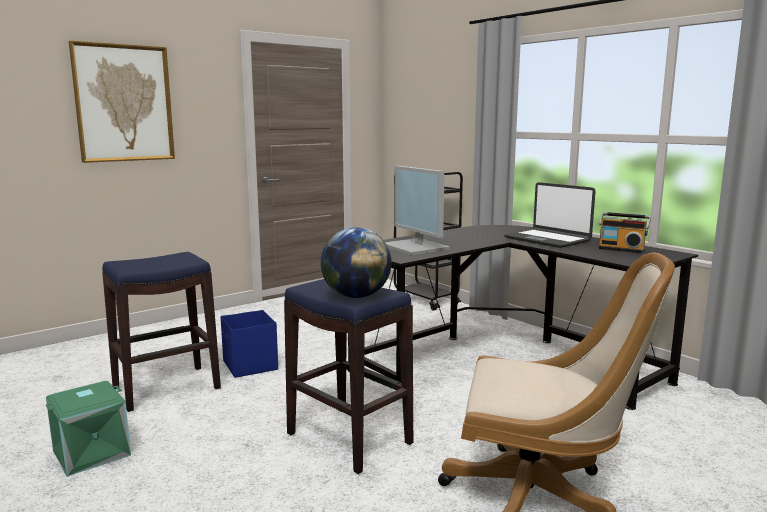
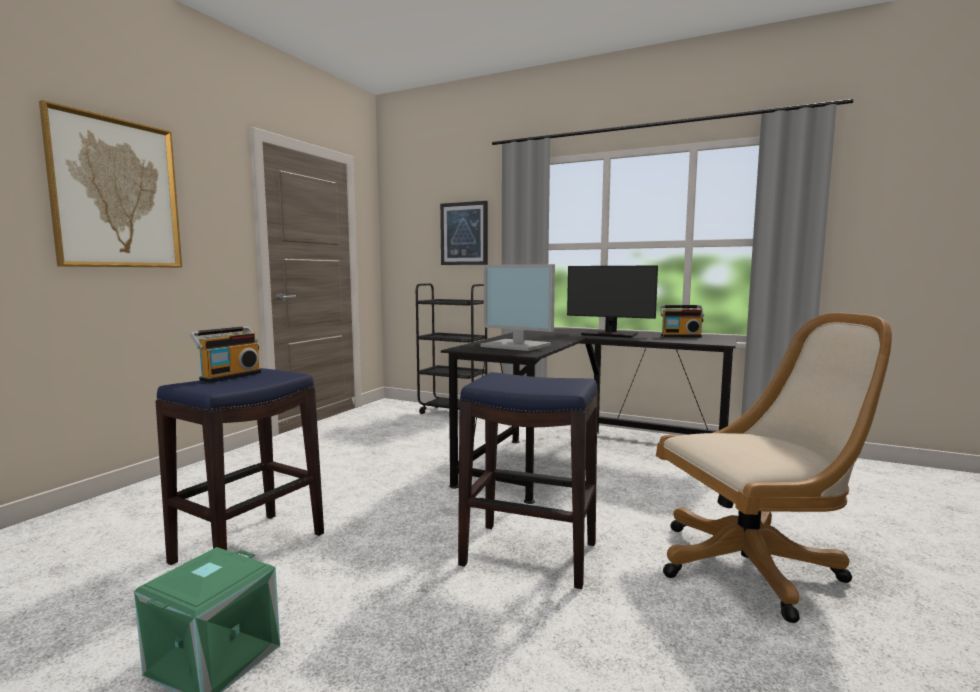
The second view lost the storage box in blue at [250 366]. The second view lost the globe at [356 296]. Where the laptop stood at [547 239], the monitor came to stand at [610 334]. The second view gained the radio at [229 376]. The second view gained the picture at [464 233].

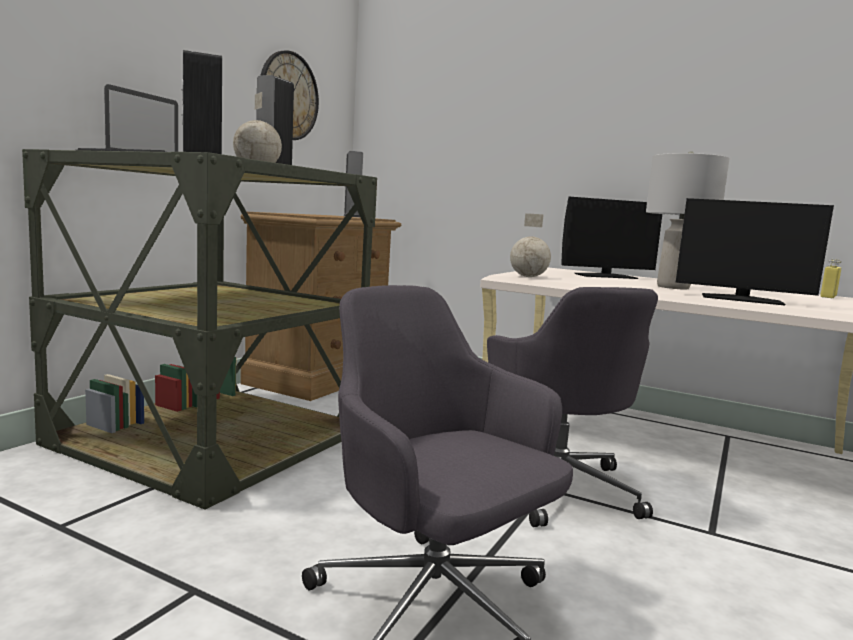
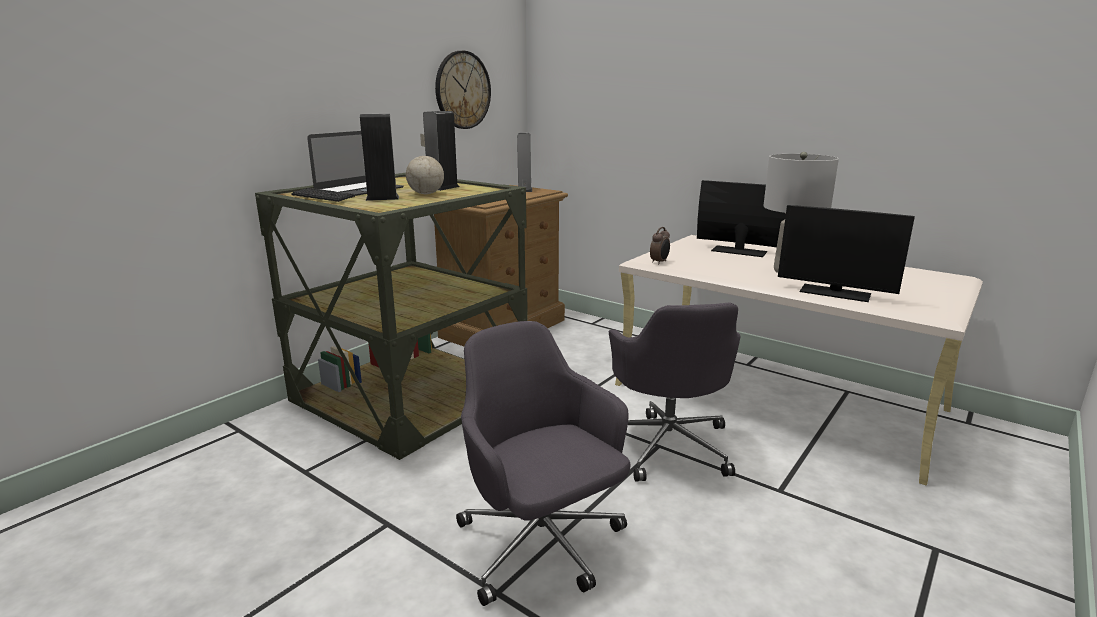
Where the globe stood at [528 277], the alarm clock came to stand at [659 262]. The monitor at [606 276] ended up facing another way, 150 degrees counterclockwise from before. The second view lost the bottle in yellow at [828 296].

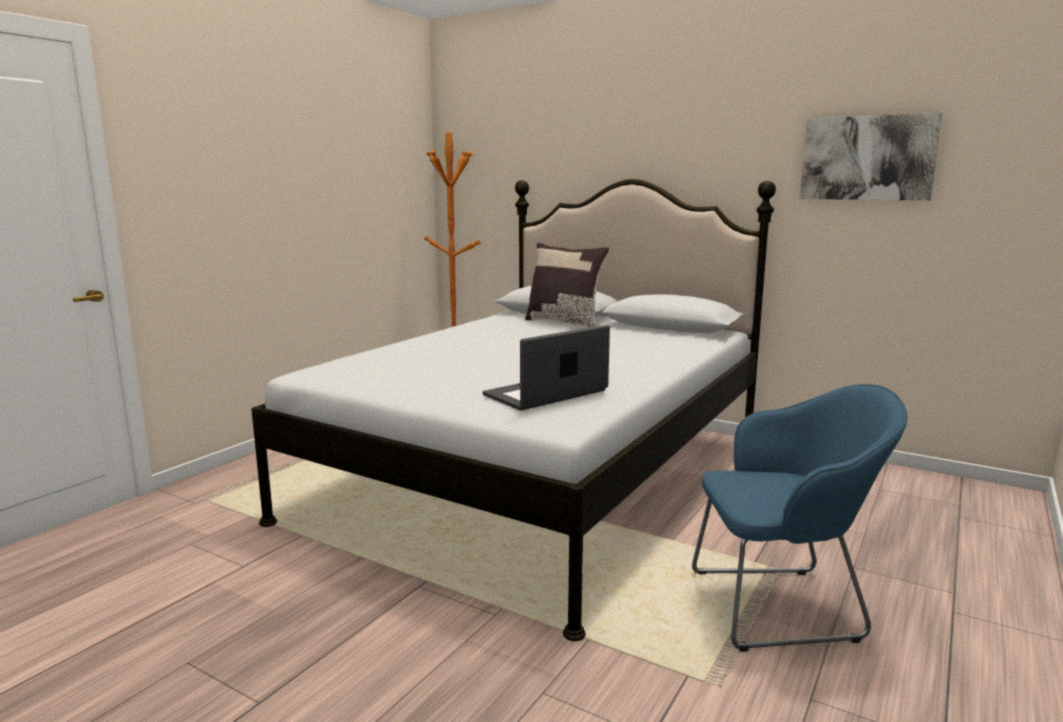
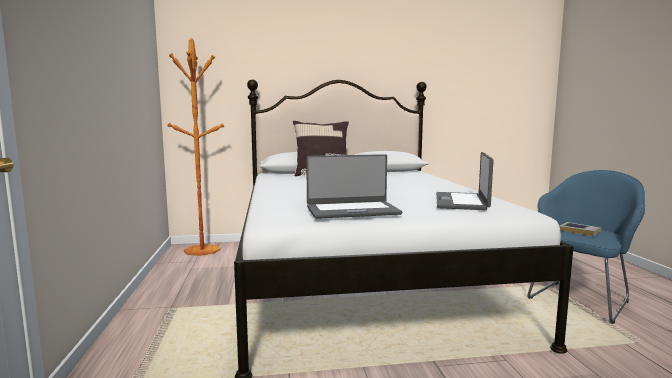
The second view lost the picture at [867 158]. The second view gained the laptop at [352 210]. The second view gained the book at [579 231].

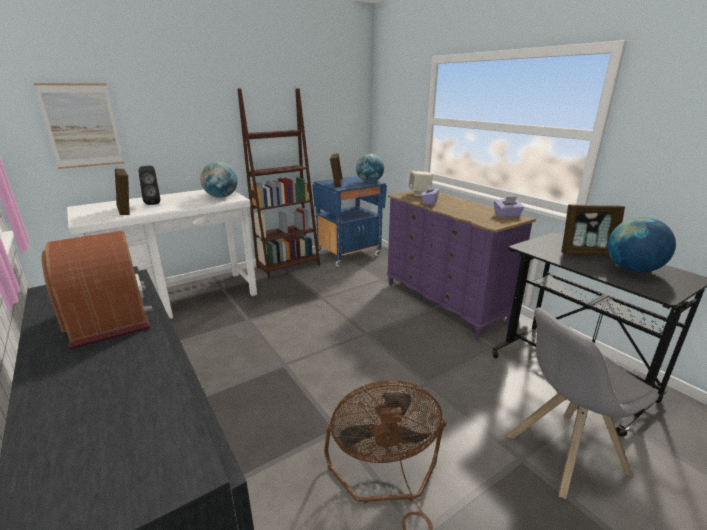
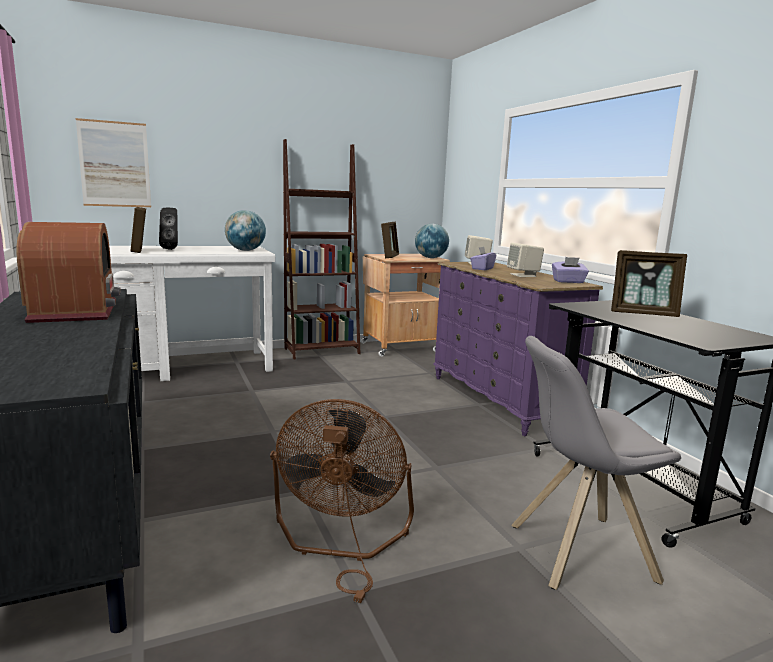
What was the cart in blue at [349 254] turned into the cart in brown at [401 347]. The second view lost the globe at [632 270]. The second view gained the speaker in beige at [523 275].

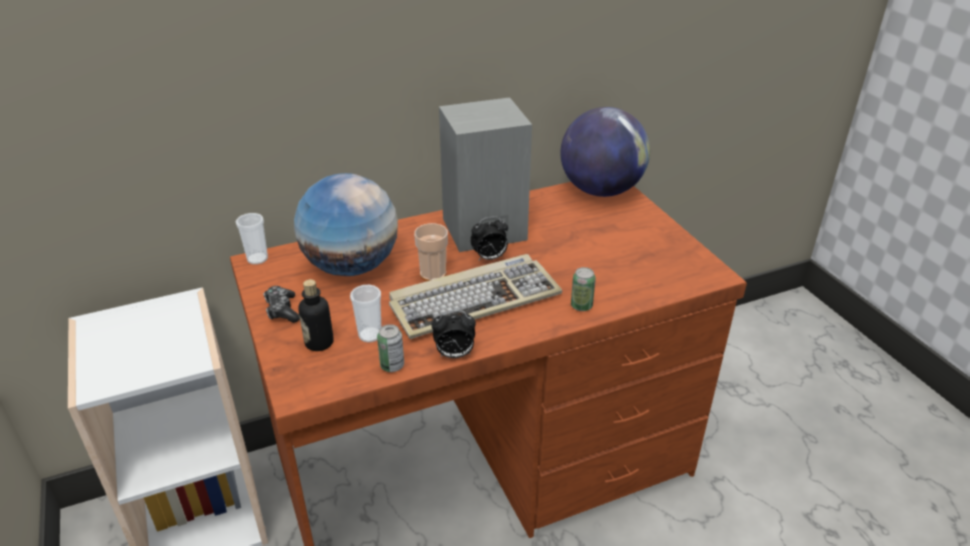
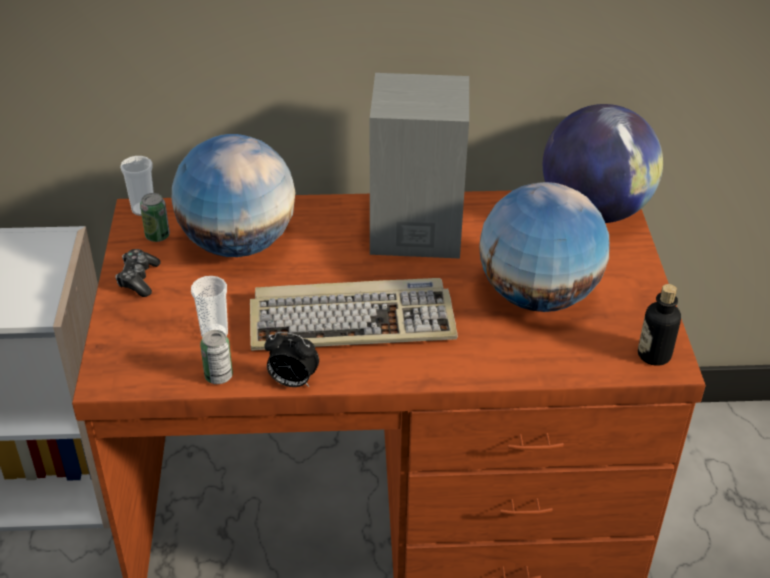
The bottle ended up elsewhere, having gone from [319 342] to [654 355]. The second view lost the cup at [433 274]. The second view lost the alarm clock at [489 258]. The can ended up elsewhere, having gone from [581 306] to [157 236]. The second view gained the globe at [537 295].

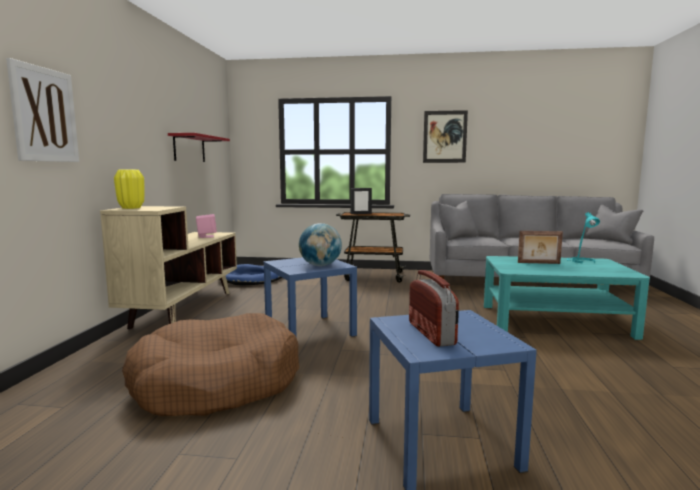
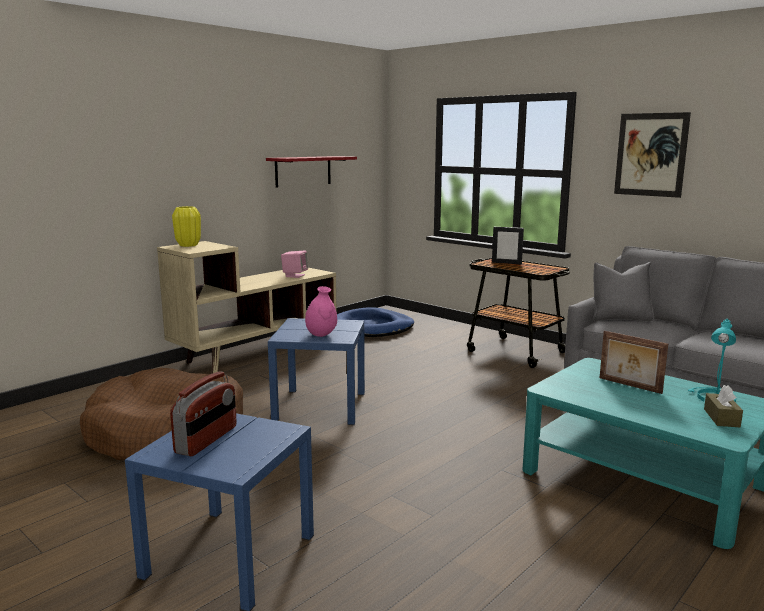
The second view lost the picture at [44 115]. Where the globe stood at [320 265], the vase in pink came to stand at [321 335]. The second view gained the tissue box in brown at [721 418].

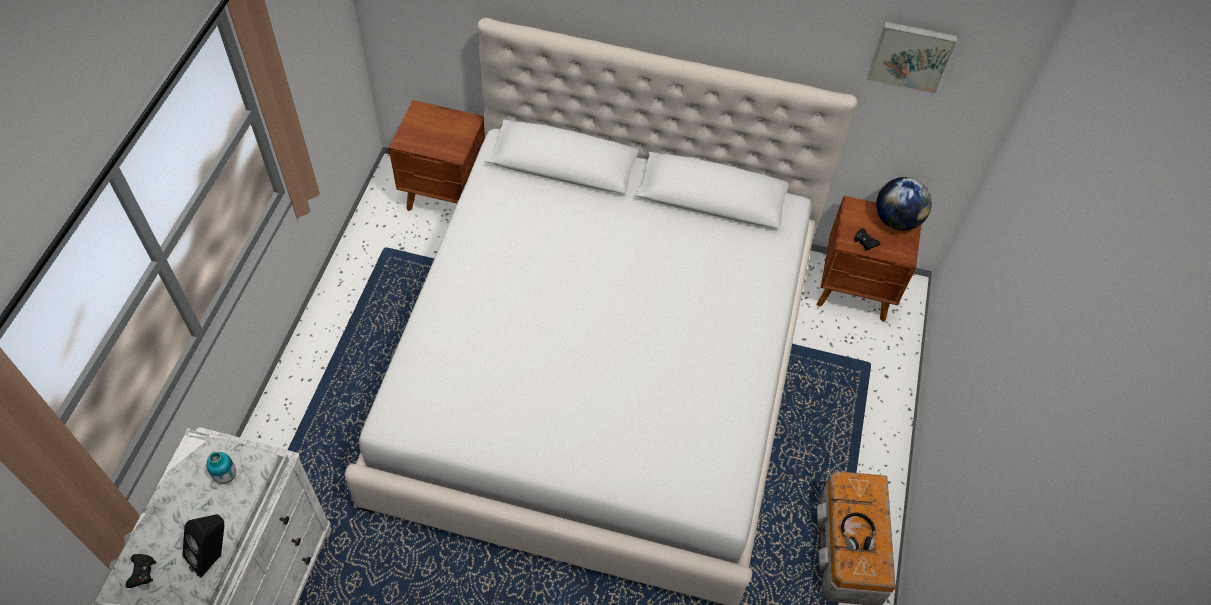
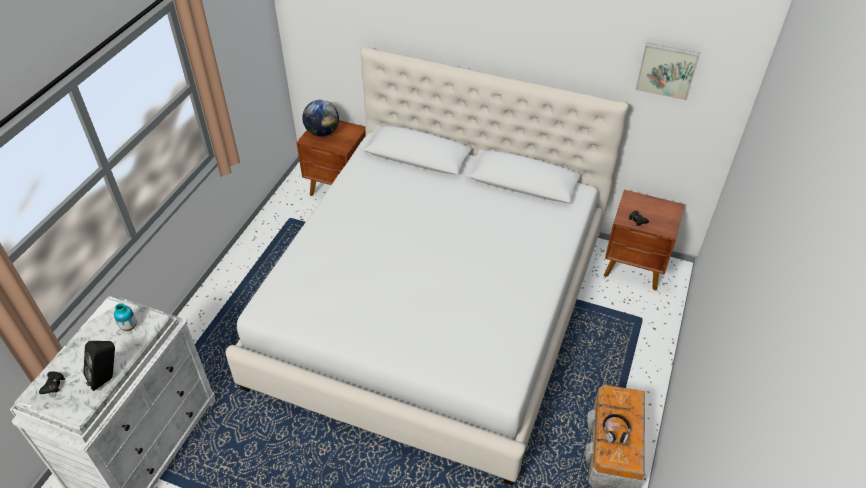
The globe ended up elsewhere, having gone from [896 220] to [322 132].

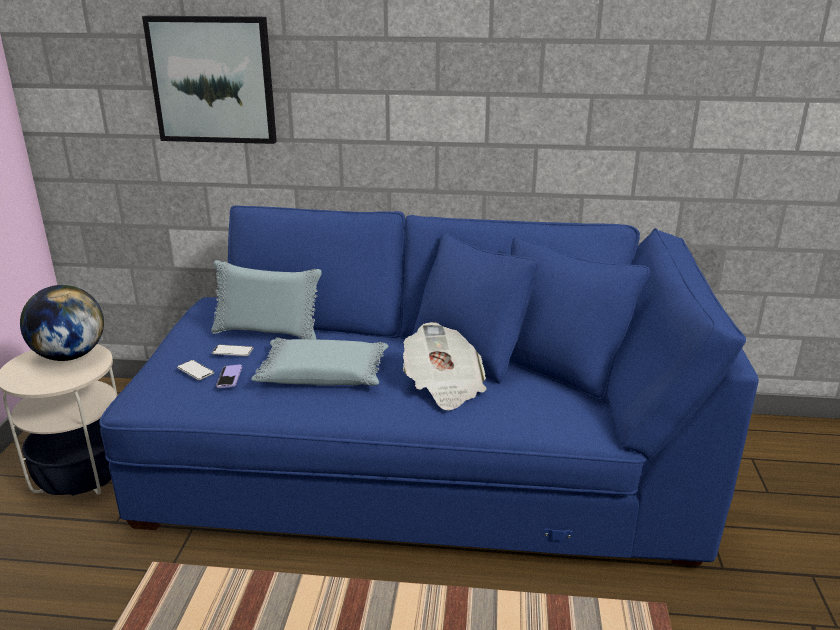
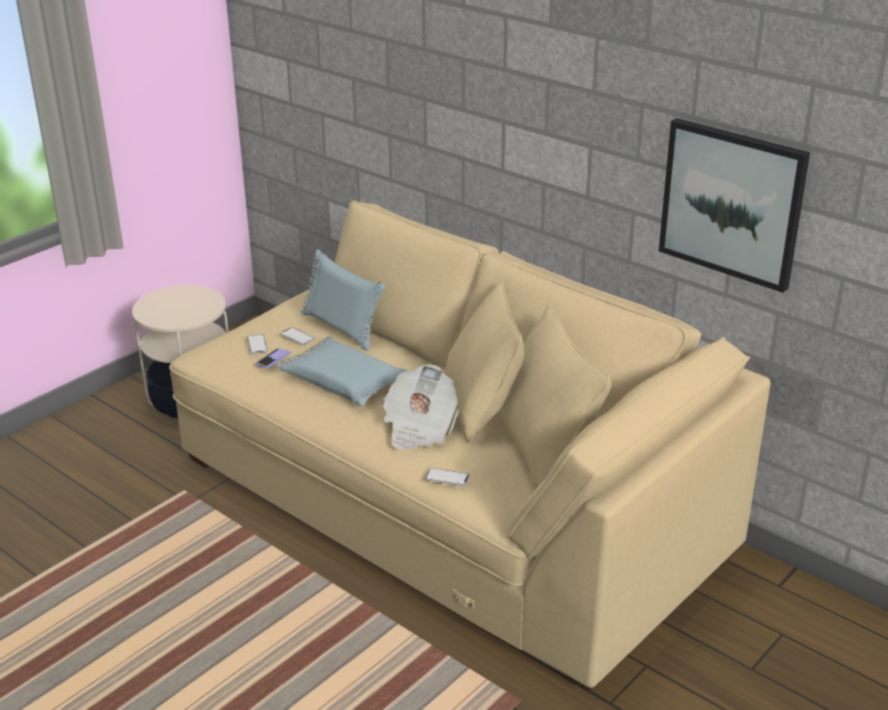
The second view lost the globe at [70 356]. What was the sofa in blue at [419 467] turned into the sofa in beige at [445 503]. The picture ended up elsewhere, having gone from [213 80] to [732 203]. The second view gained the phone at [447 478].

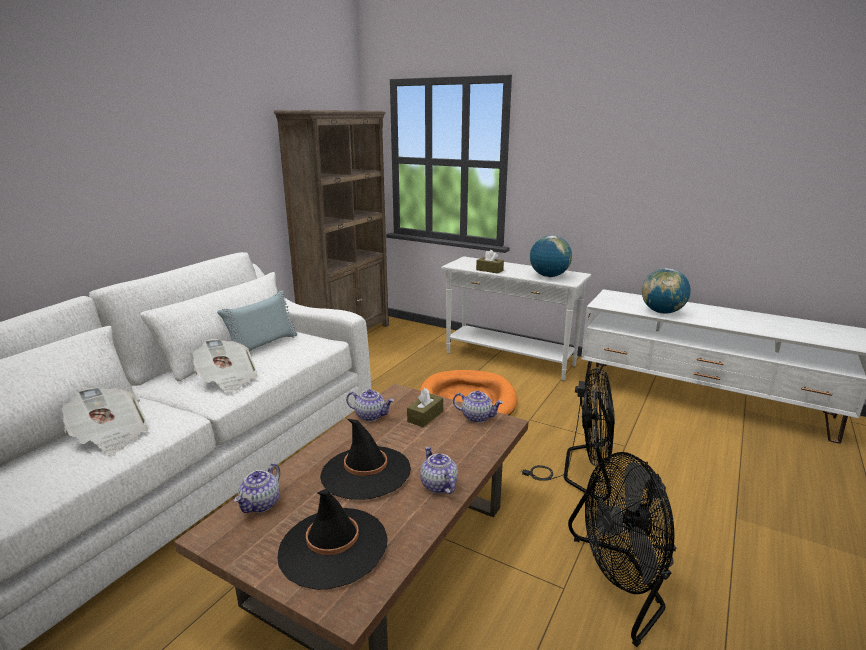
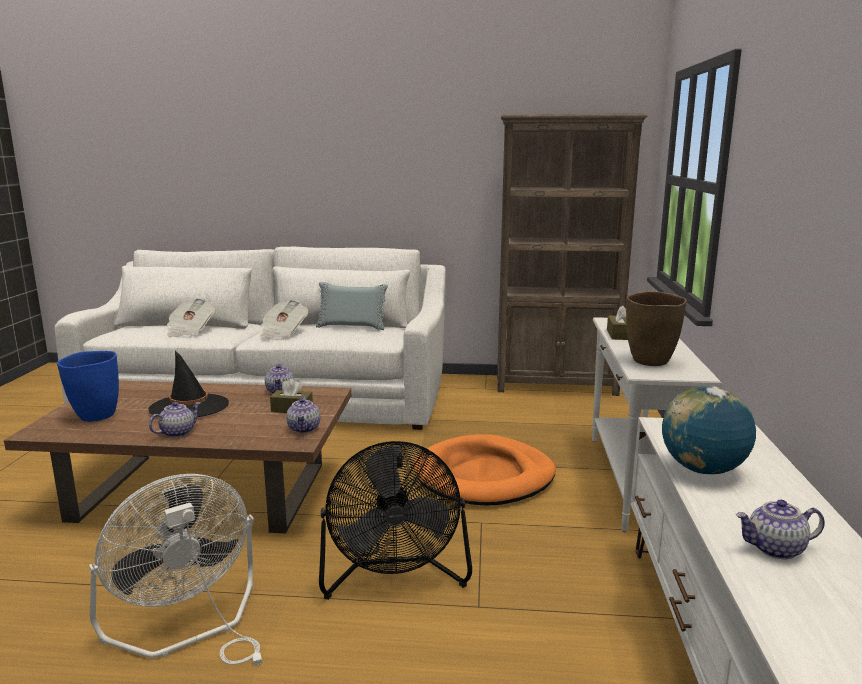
The teapot ended up elsewhere, having gone from [261 504] to [775 549]. Where the hat in black stood at [333 547], the vase in blue came to stand at [96 416]. Where the globe stood at [549 276], the vase in brown came to stand at [650 361]. What was the fan in black at [625 579] turned into the fan in white at [195 628].

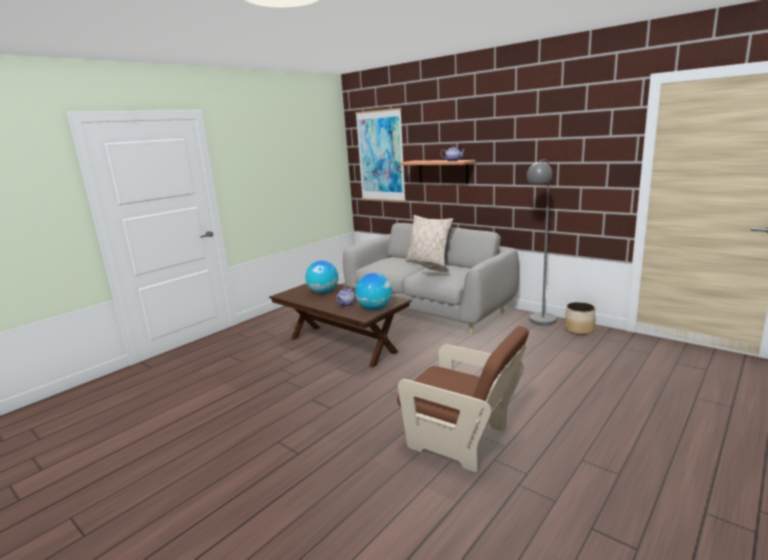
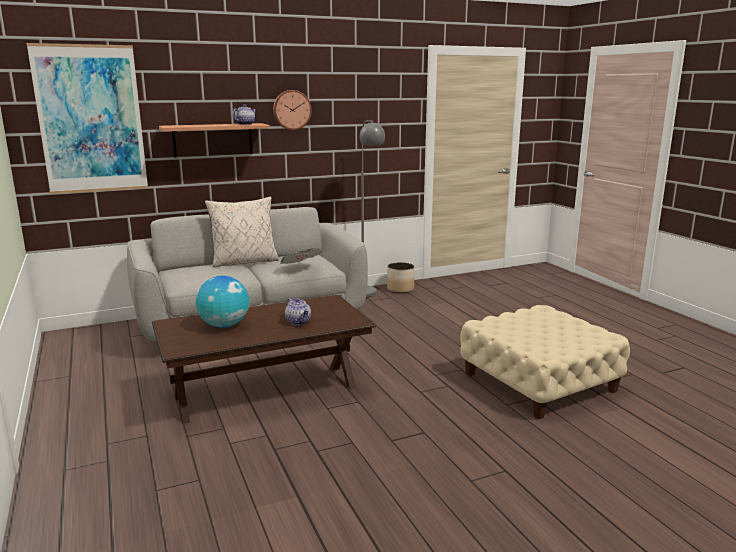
The second view lost the globe at [374 308]. Where the armchair in brown stood at [462 440], the ottoman in beige came to stand at [538 382]. The second view gained the wall clock at [291 110].

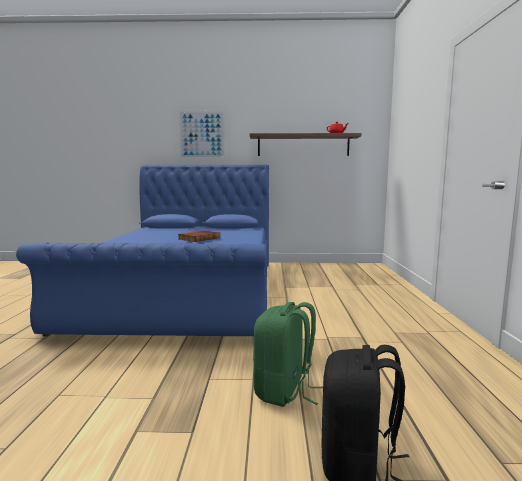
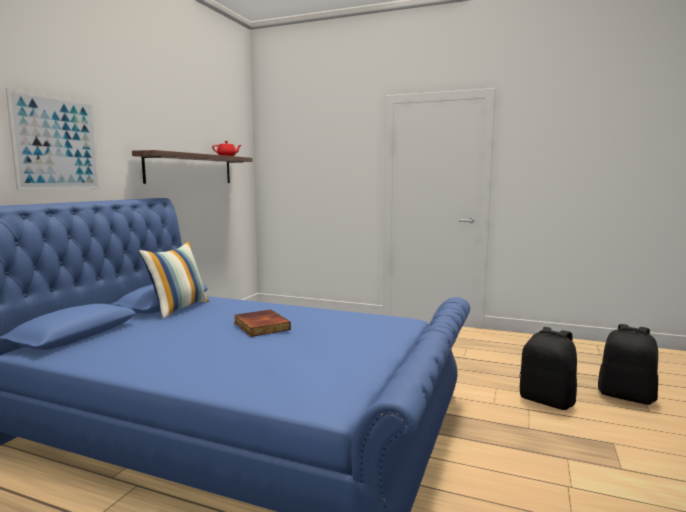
What was the backpack in green at [284 391] turned into the backpack in black at [547 400]. The second view gained the pillow at [178 308].

